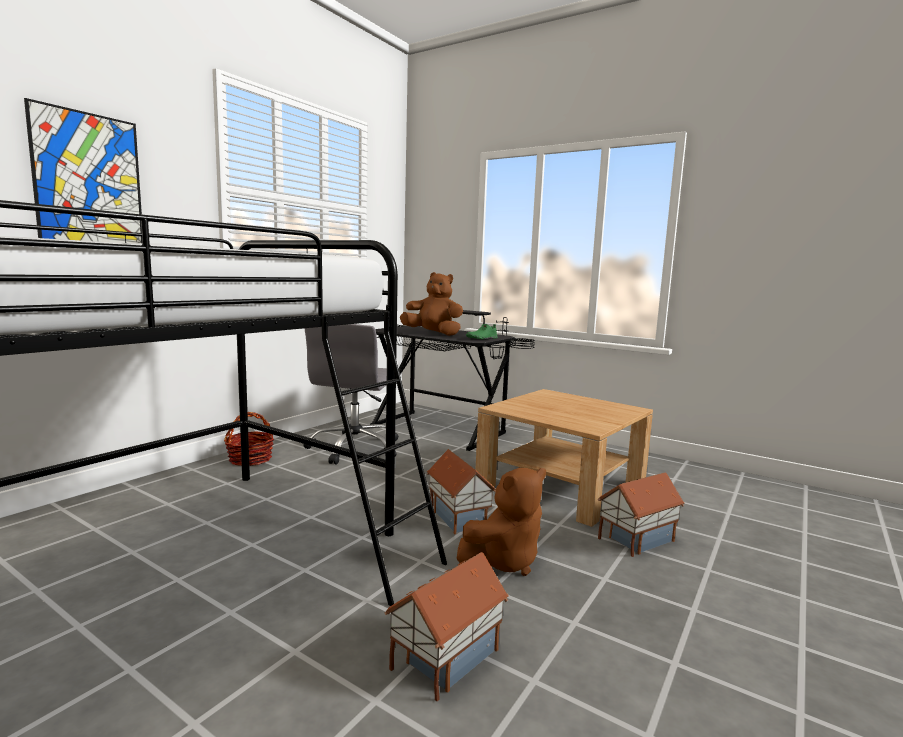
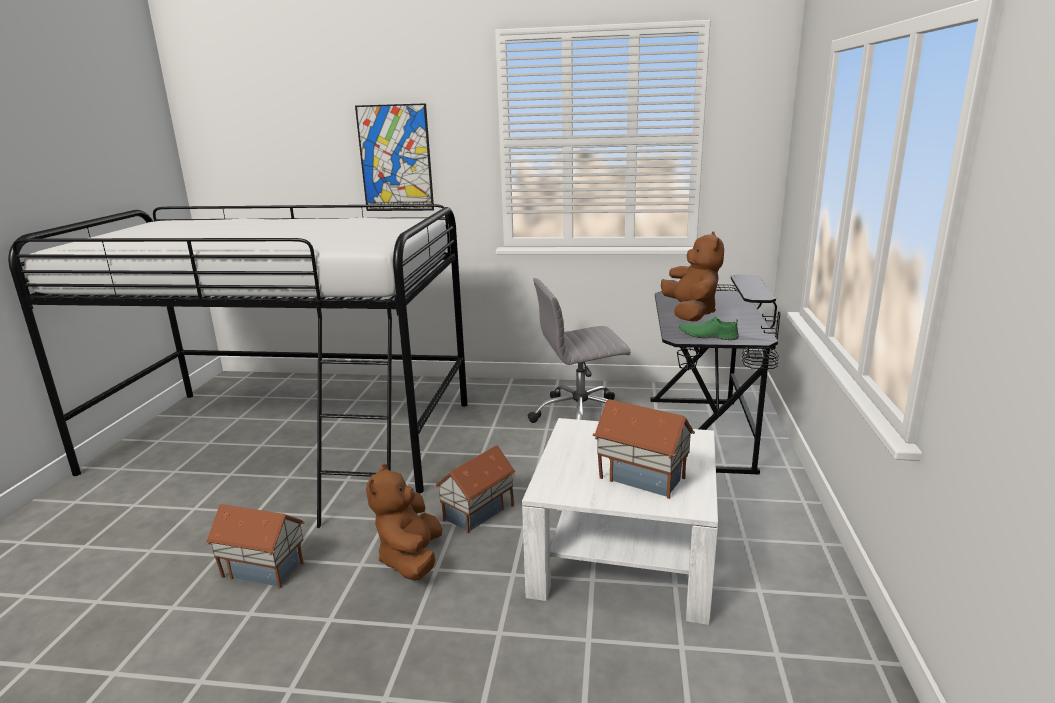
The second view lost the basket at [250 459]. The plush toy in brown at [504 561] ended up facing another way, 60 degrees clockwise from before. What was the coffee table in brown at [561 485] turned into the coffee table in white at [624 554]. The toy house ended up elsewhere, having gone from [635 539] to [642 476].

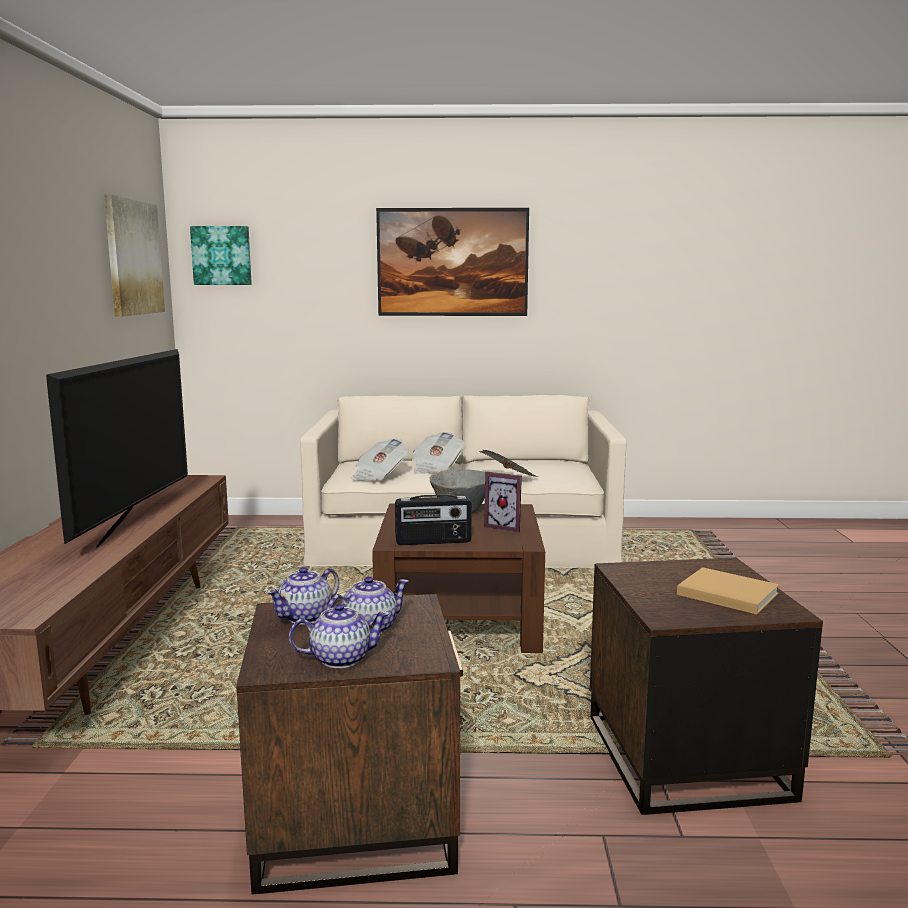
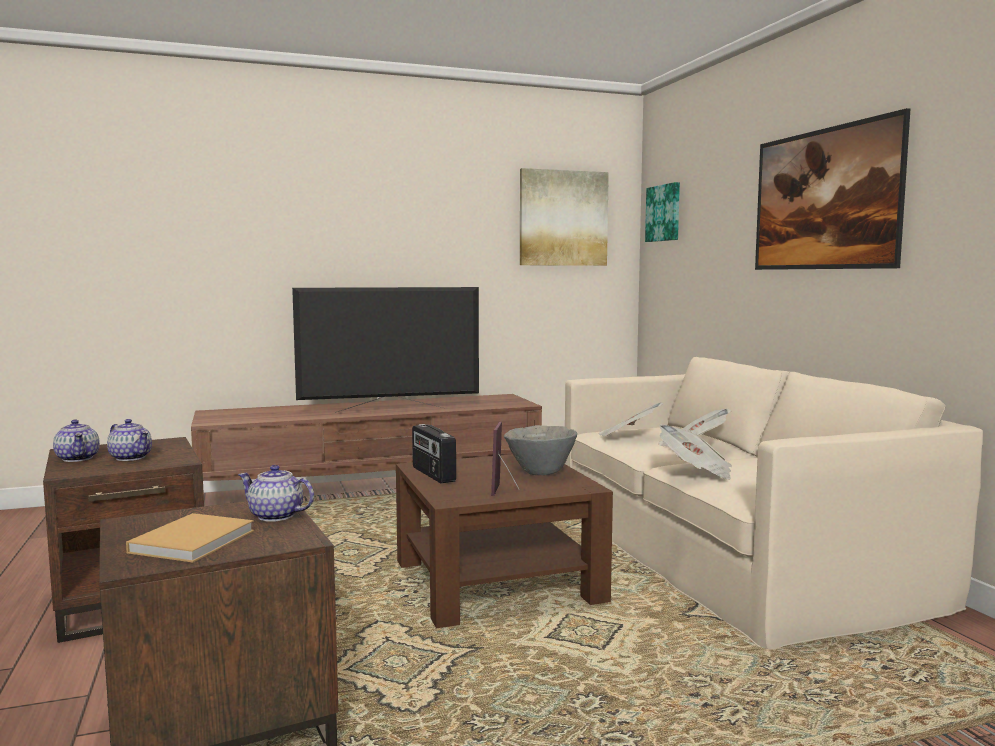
The teapot ended up elsewhere, having gone from [306 617] to [276 516].

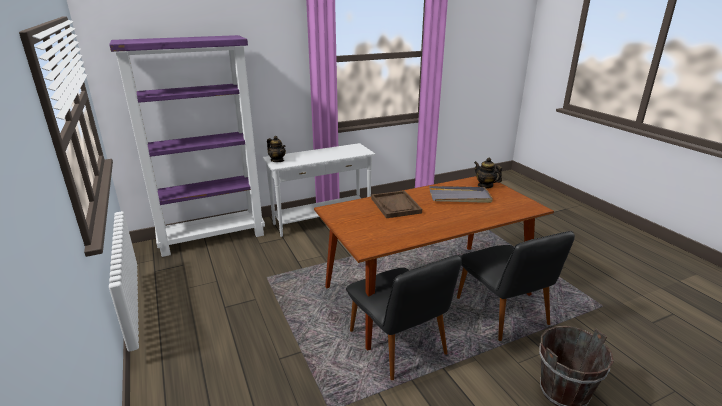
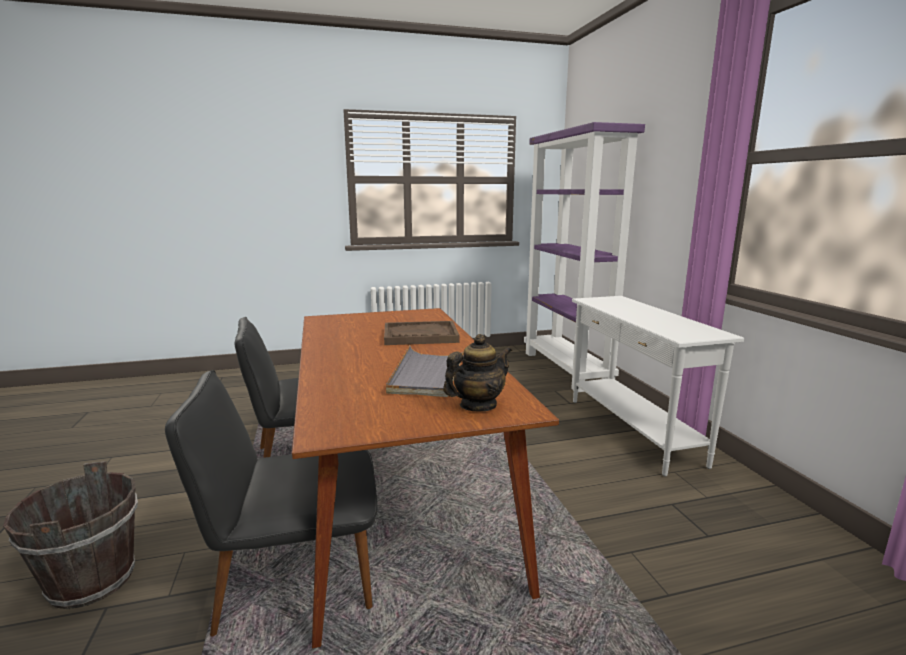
The second view lost the teapot at [277 160].

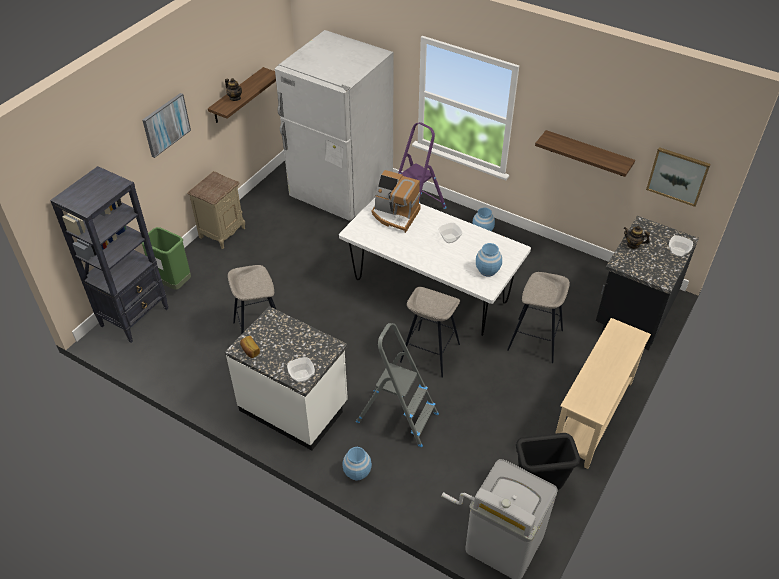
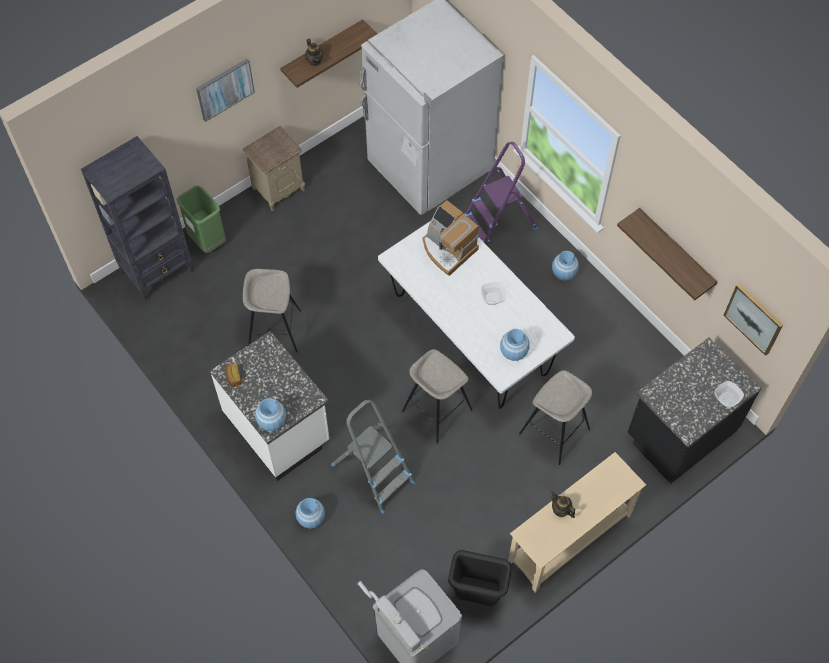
Where the bowl stood at [302 375], the vase in blue came to stand at [272 421]. The teapot ended up elsewhere, having gone from [633 244] to [561 510].

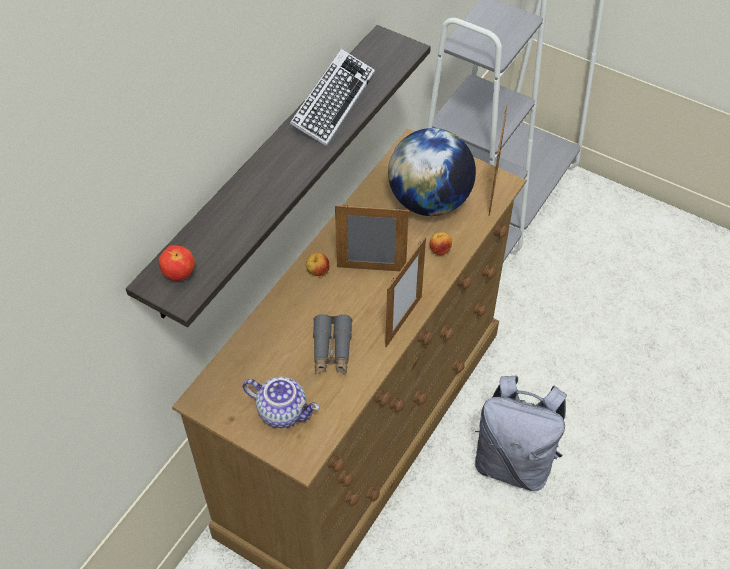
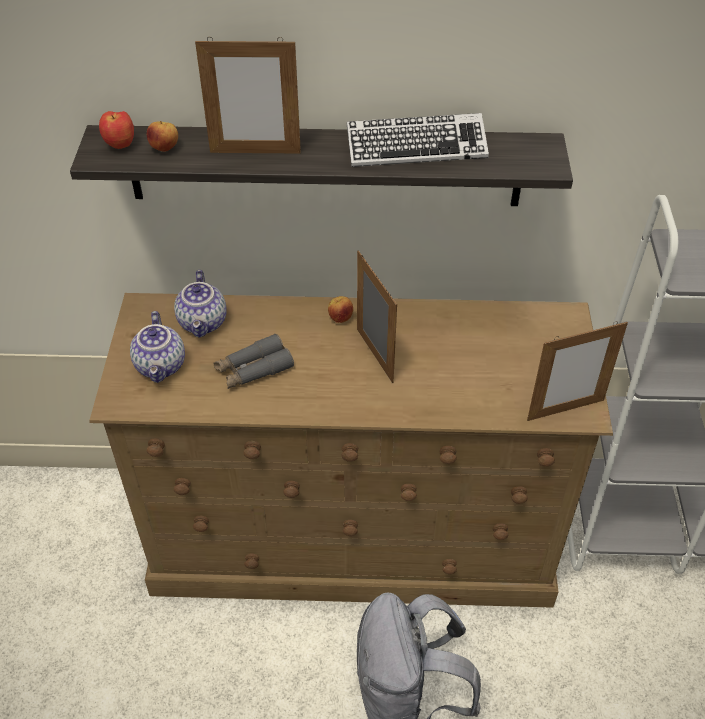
The picture frame ended up elsewhere, having gone from [403 321] to [255 152]. The second view lost the globe at [429 201]. The apple ended up elsewhere, having gone from [439 250] to [165 148]. The second view gained the teapot at [204 323].

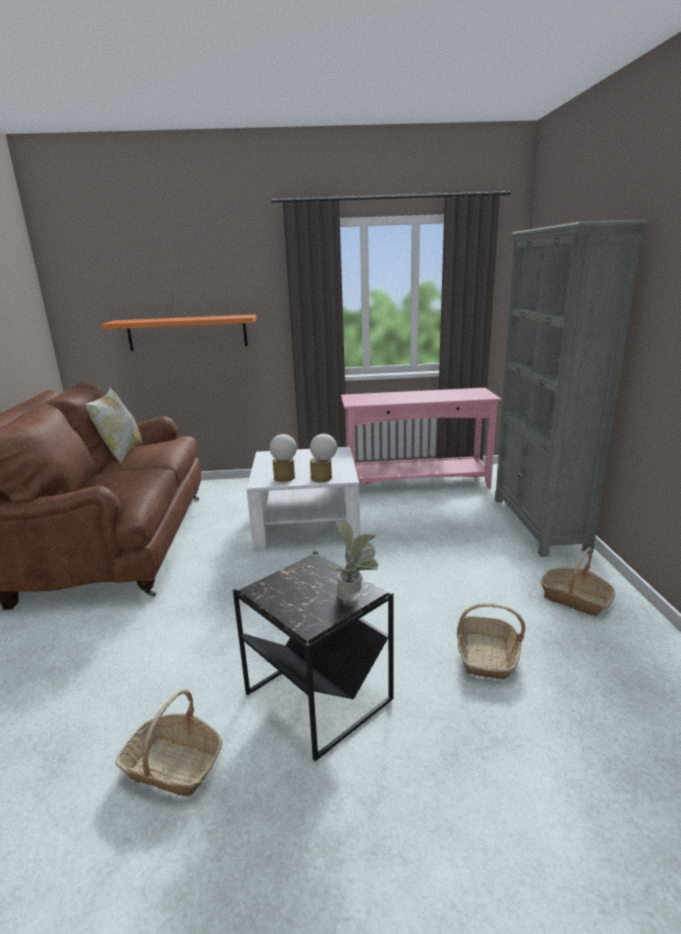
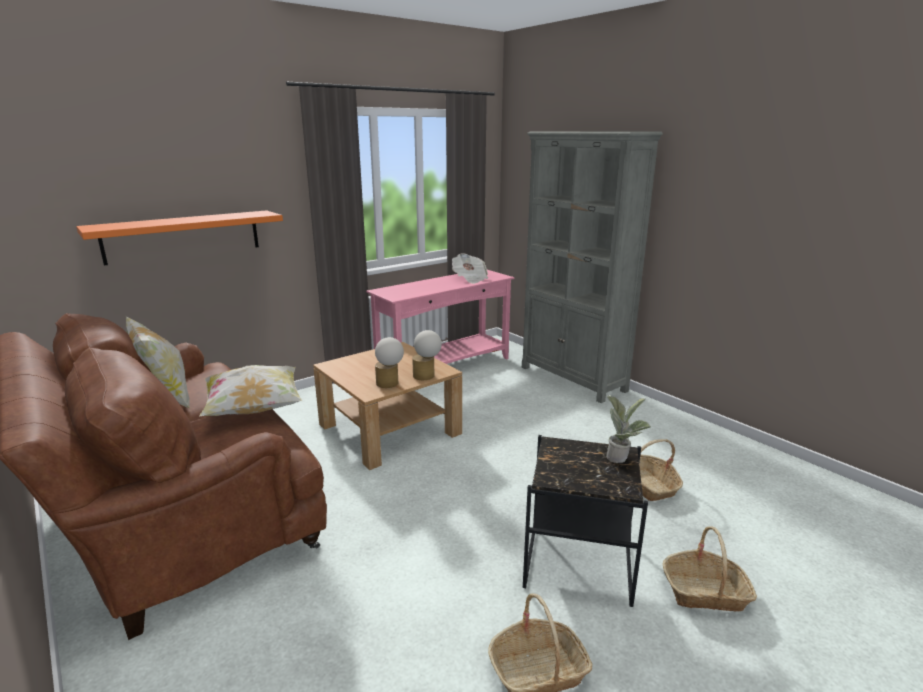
What was the coffee table in white at [307 524] turned into the coffee table in brown at [389 429]. The basket ended up elsewhere, having gone from [575 599] to [705 592]. The second view gained the pillow at [254 410]. The second view gained the newspaper at [470 279].

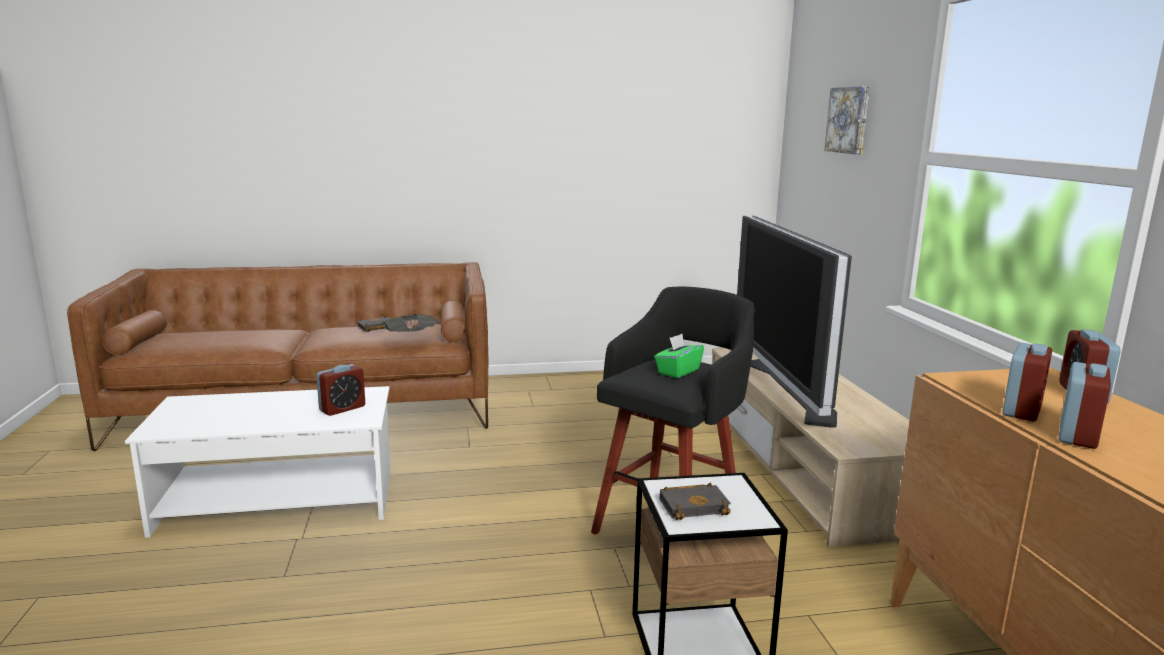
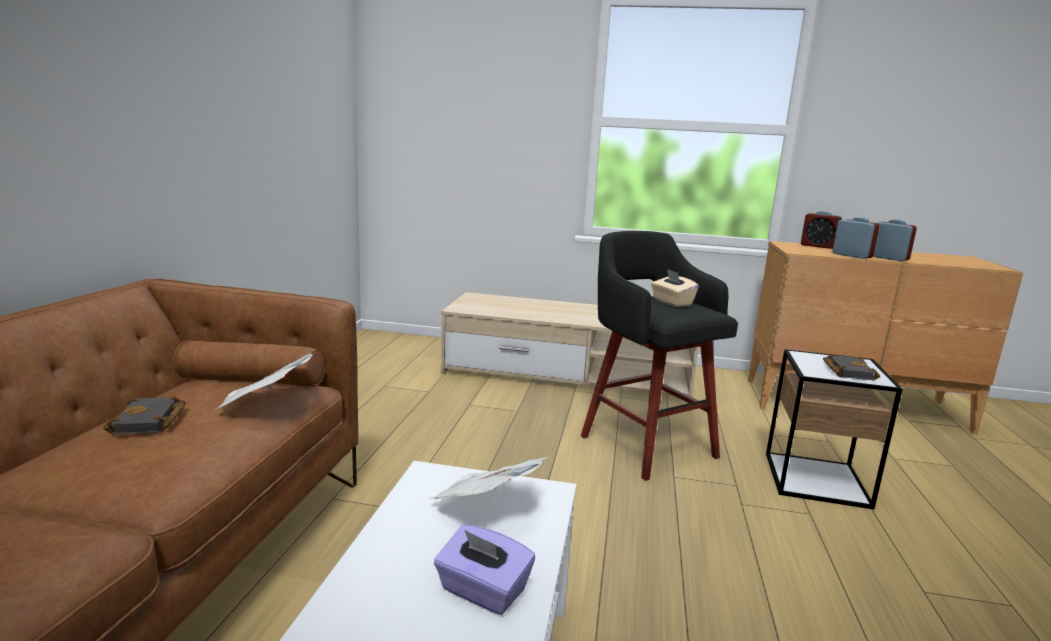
Where the alarm clock stood at [342 408], the newspaper came to stand at [487 506]. What was the tissue box in green at [678 372] turned into the tissue box in beige at [671 302]. The second view lost the television at [788 391]. The second view lost the picture at [849 120]. The second view gained the tissue box in purple at [482 591].

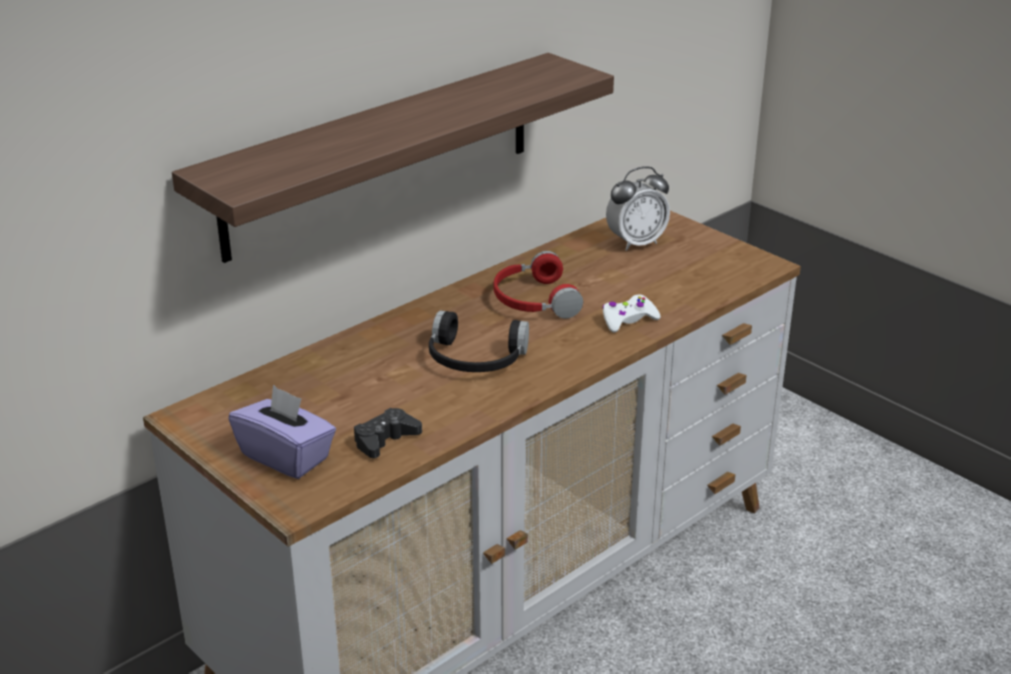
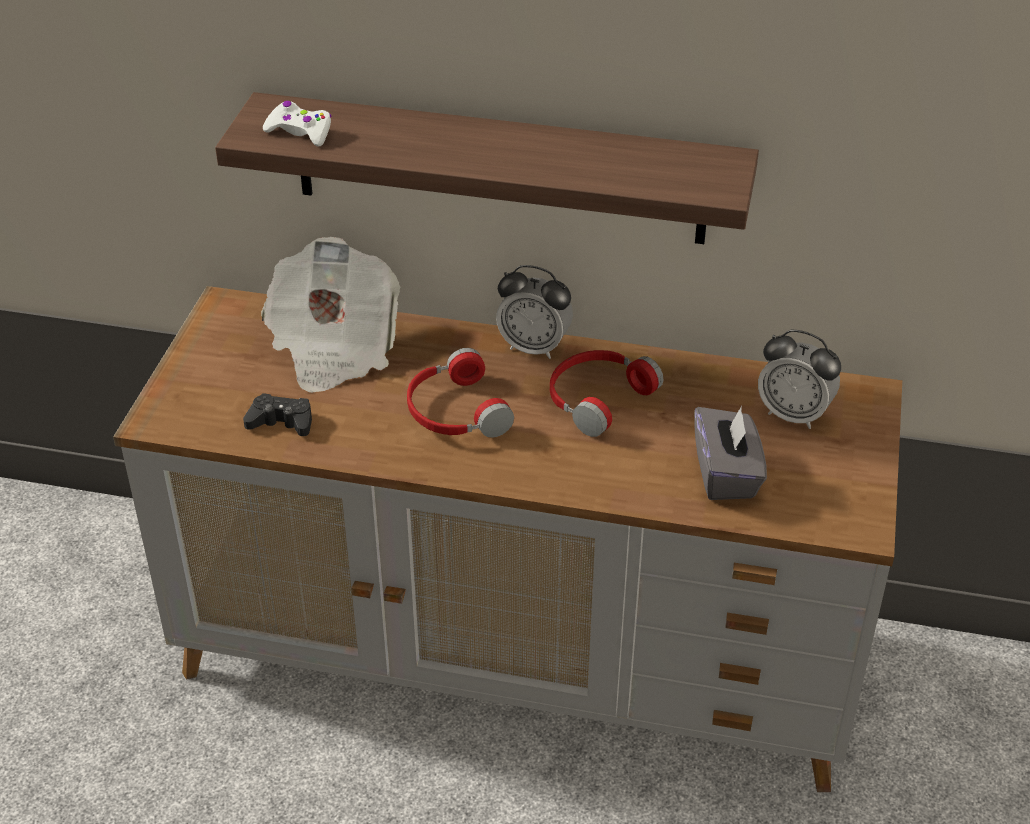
The second view lost the tissue box in purple at [286 456]. What was the headphones in black at [475 359] turned into the headphones in red at [454 412]. The game controller in white ended up elsewhere, having gone from [628 320] to [300 132]. The second view gained the newspaper at [333 346]. The second view gained the alarm clock at [534 347]. The second view gained the tissue box in grey at [726 474].

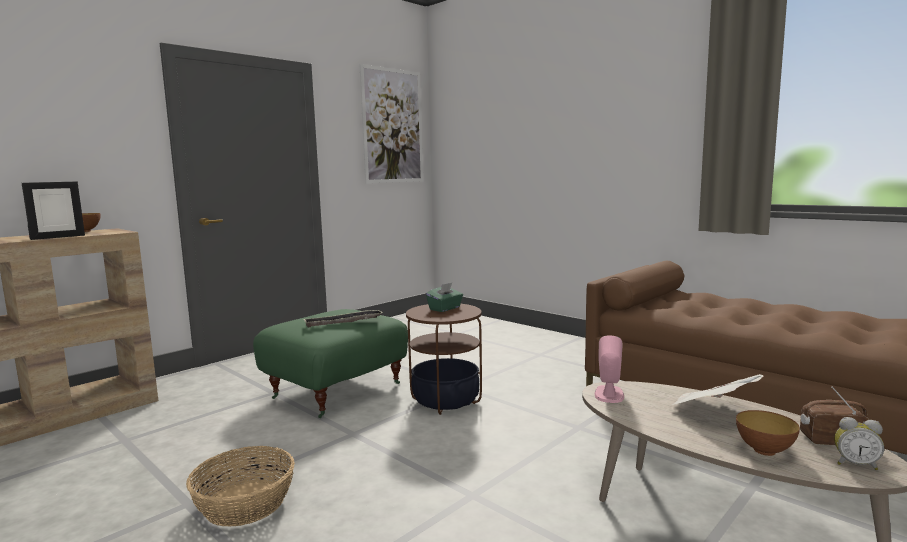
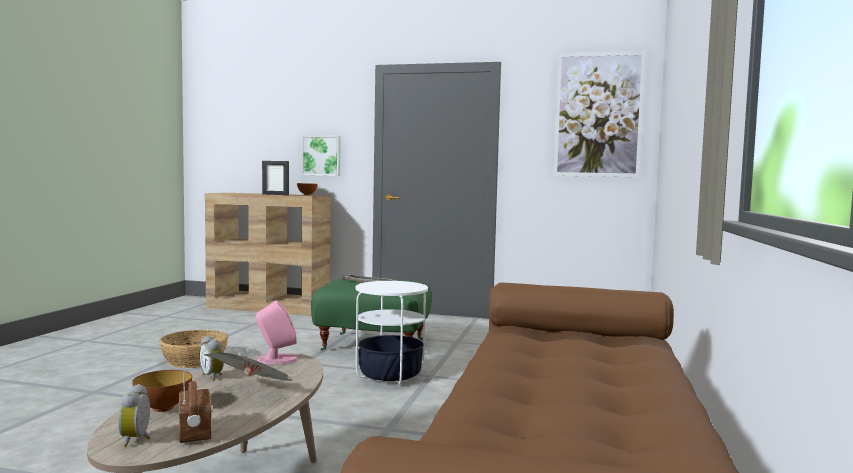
What was the side table in brown at [446 402] turned into the side table in white at [390 376]. The second view lost the tissue box in green at [445 308]. The second view gained the alarm clock at [213 376]. The second view gained the picture at [321 155].

